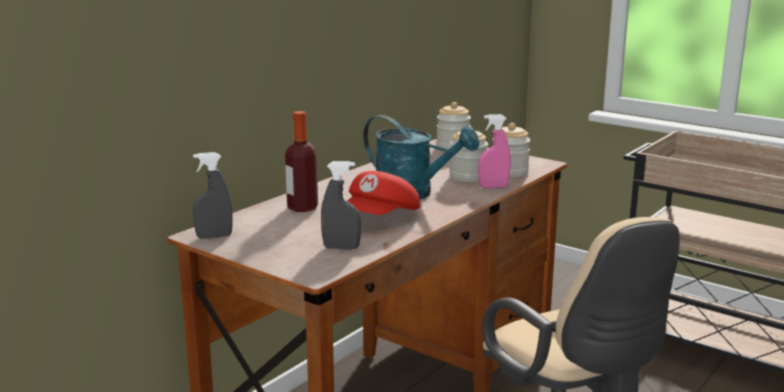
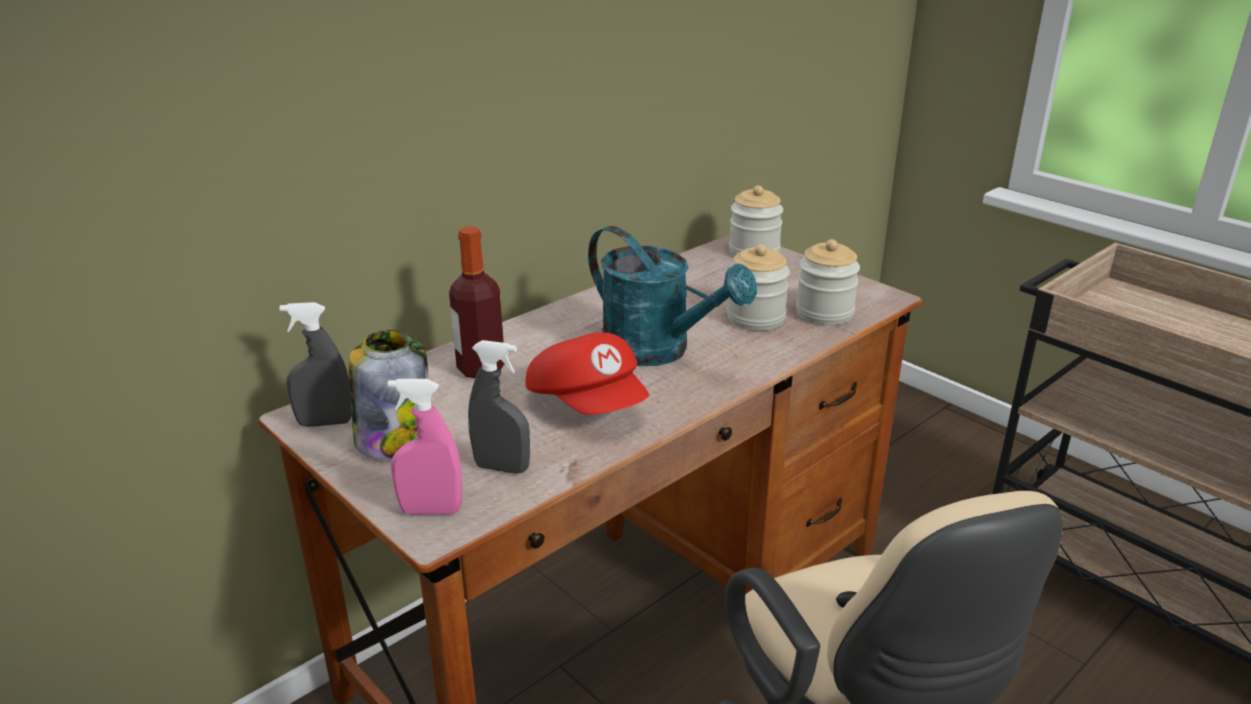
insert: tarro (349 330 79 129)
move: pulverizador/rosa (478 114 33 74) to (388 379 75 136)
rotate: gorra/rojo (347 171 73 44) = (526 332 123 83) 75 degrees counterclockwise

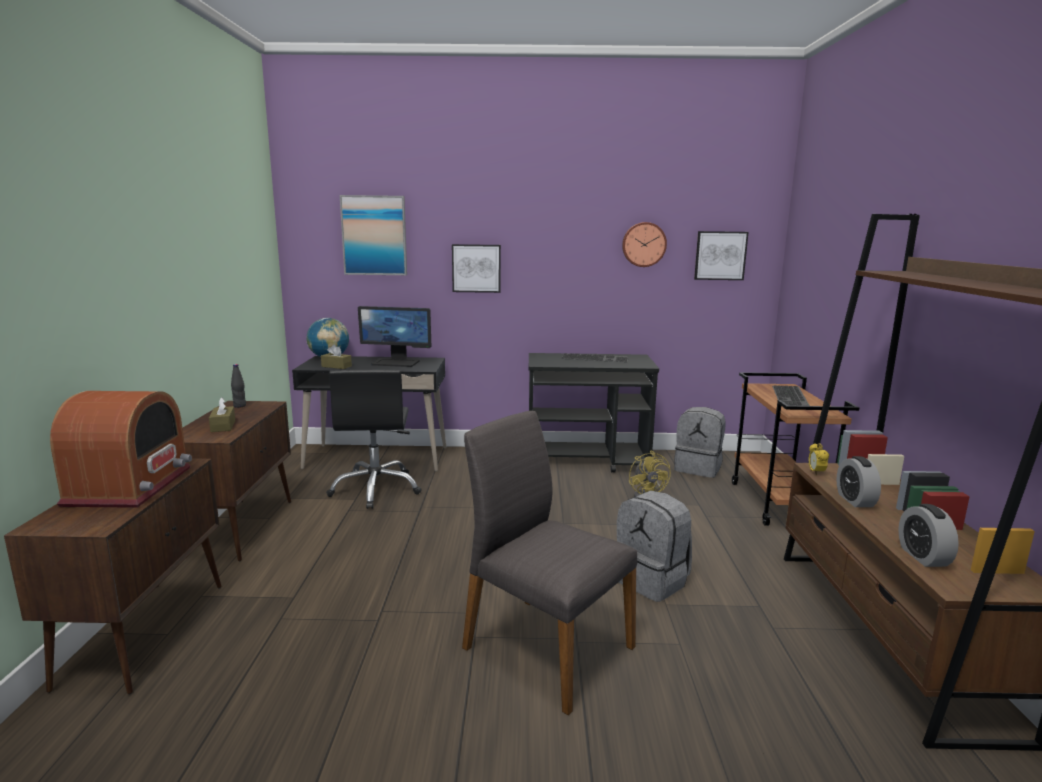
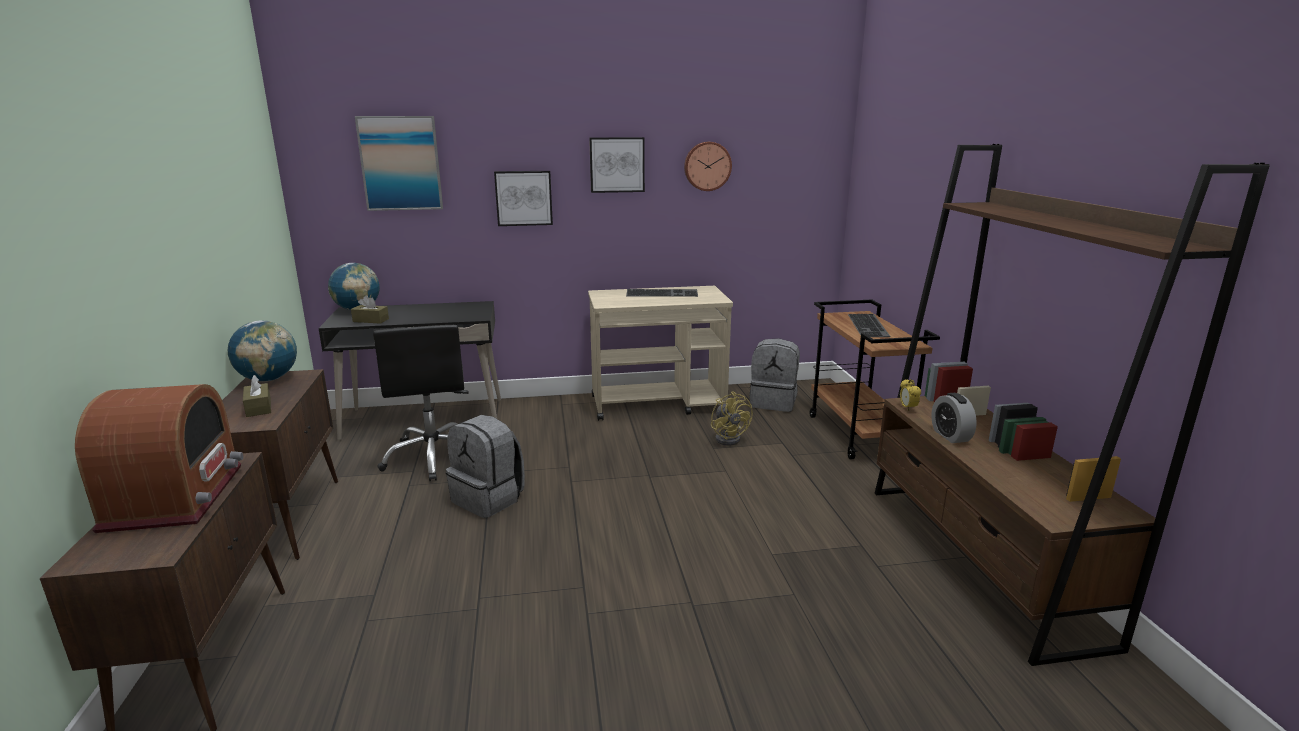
delete: monitor (358 306 73 61); silla/gris (462 411 175 304); despertador (898 504 61 63)
move: mochila/gris (617 490 75 112) to (446 415 79 103); cuadro (694 231 55 49) to (589 137 56 56)
replace: botella/negro (231 364 15 44) to globo terráqueo (228 321 69 61)
recolor: carrito/negro (529 353 130 120) to carrito/beis (588 286 145 135)

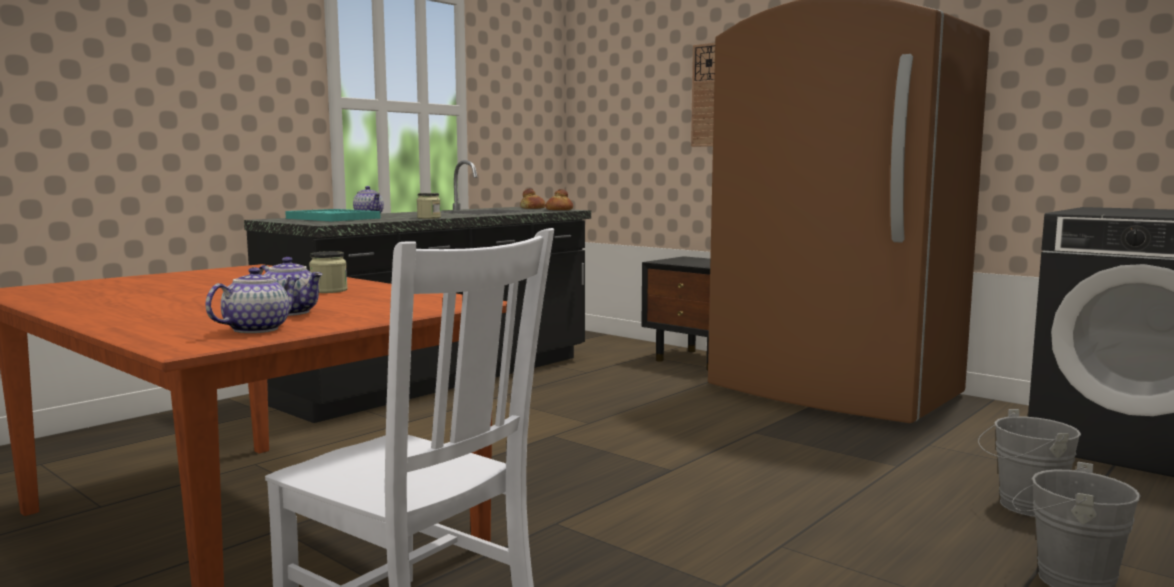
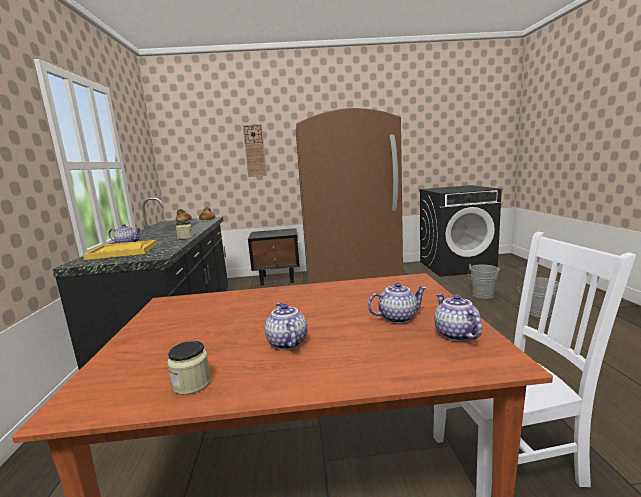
insert: tetera (265 302 42 48)
move: tarro (309 251 39 42) to (167 341 44 54)
recolor: bandeja/turquesa (285 209 95 13) to bandeja/amarillo (83 240 74 20)

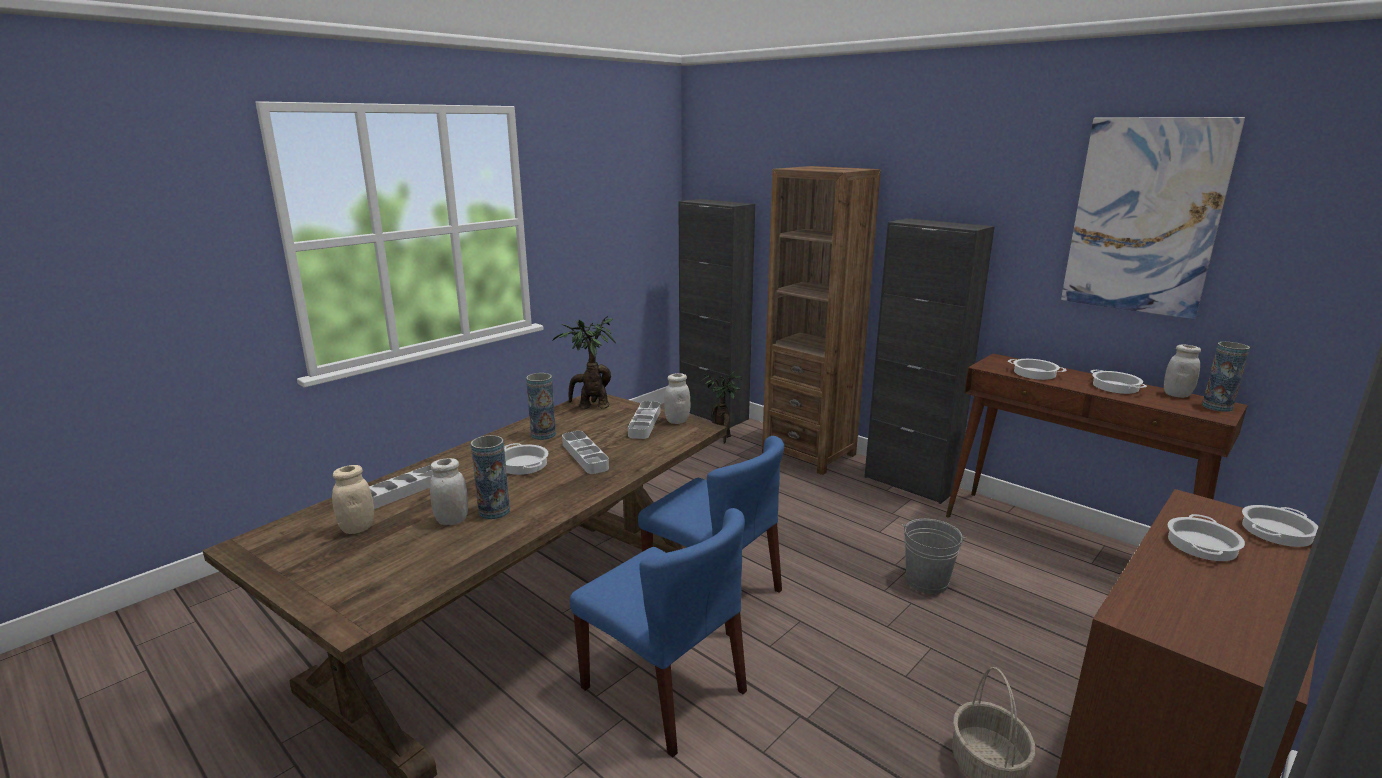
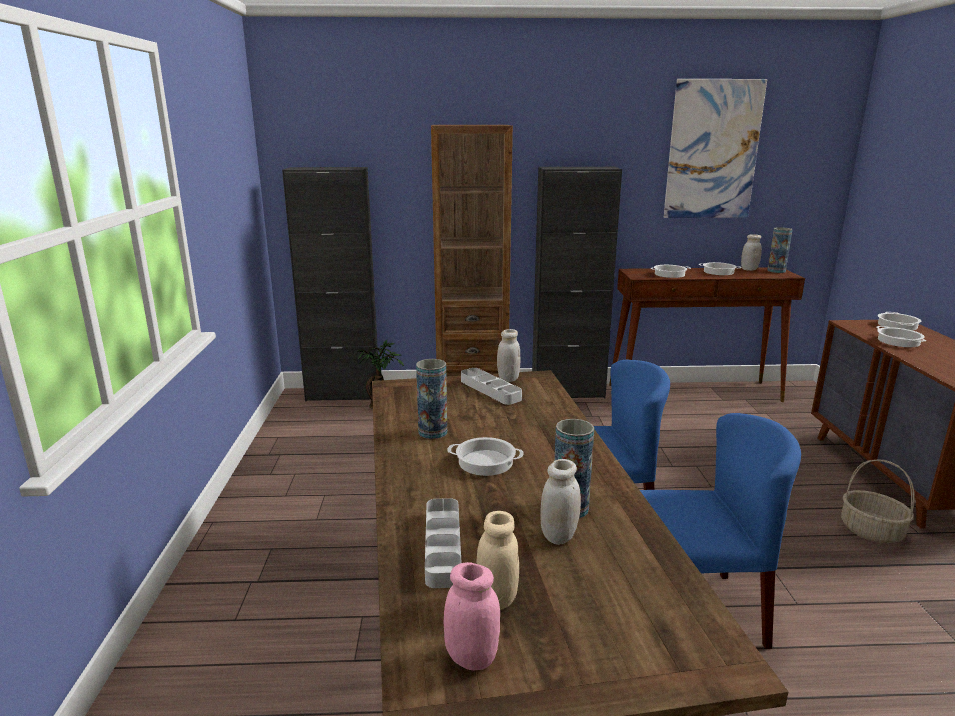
delete: planta en maceta (552 316 64 92); bandeja/gris (562 431 47 43); cubo/gris (902 519 65 75)
insert: tarro/rosa (444 562 56 108)

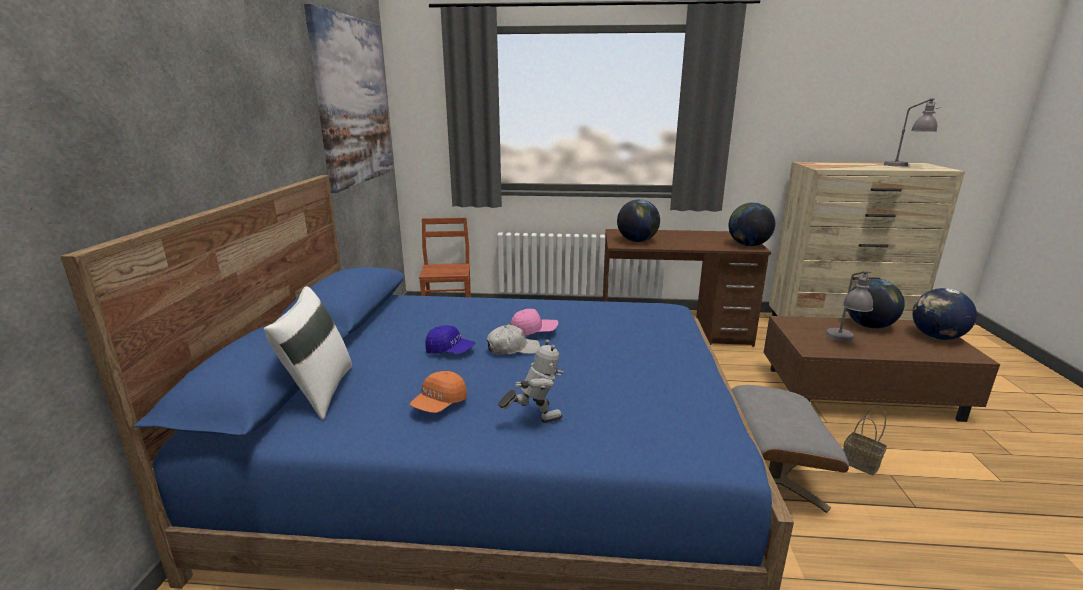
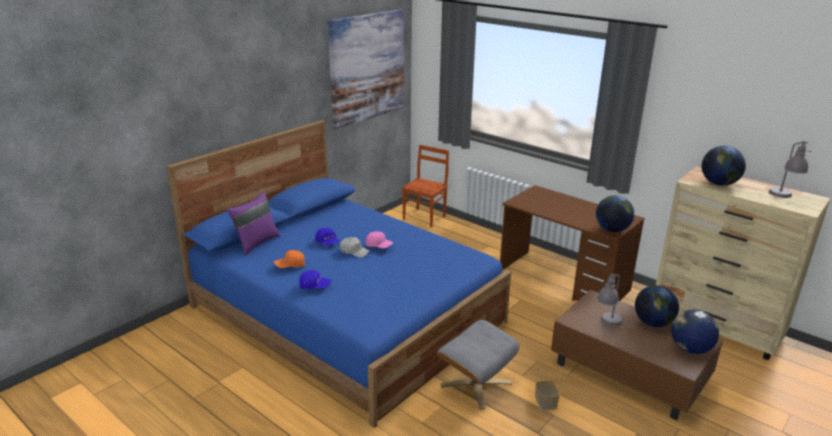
move: globo terráqueo (617 199 43 43) to (702 146 44 40)
replace: robot de juguete (498 339 66 84) to gorra/azul (299 270 32 19)
recolor: cojín/blanco (264 286 88 134) to cojín/morado (226 191 54 65)

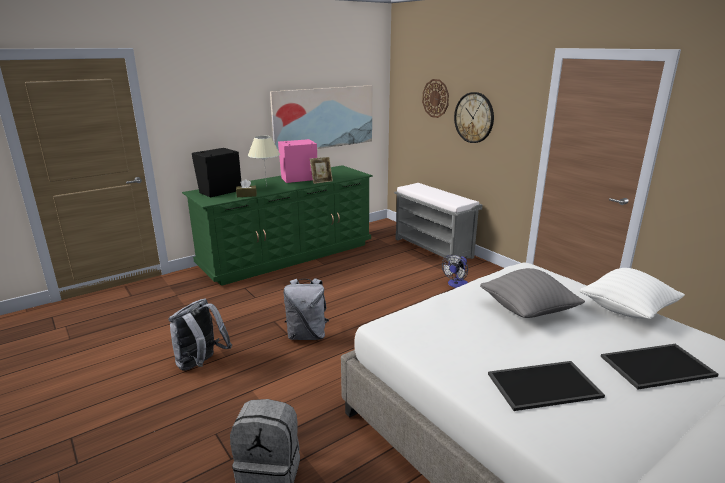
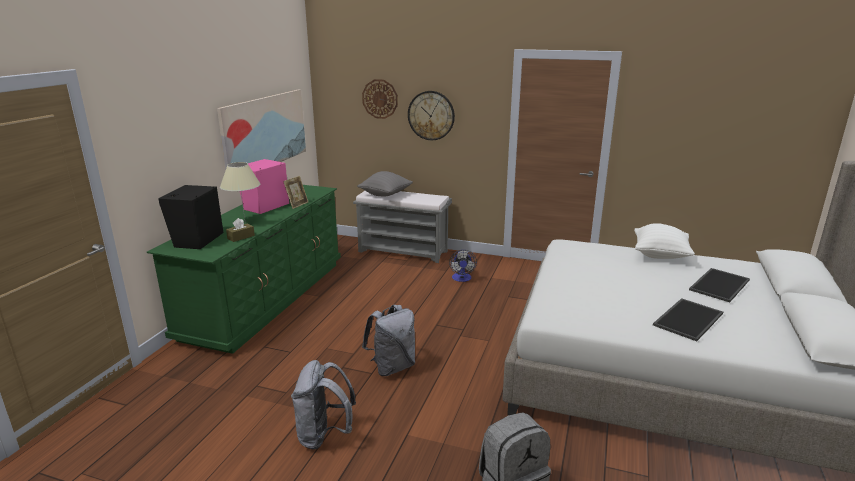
move: cojín/gris (480 268 105 50) to (357 171 56 25)

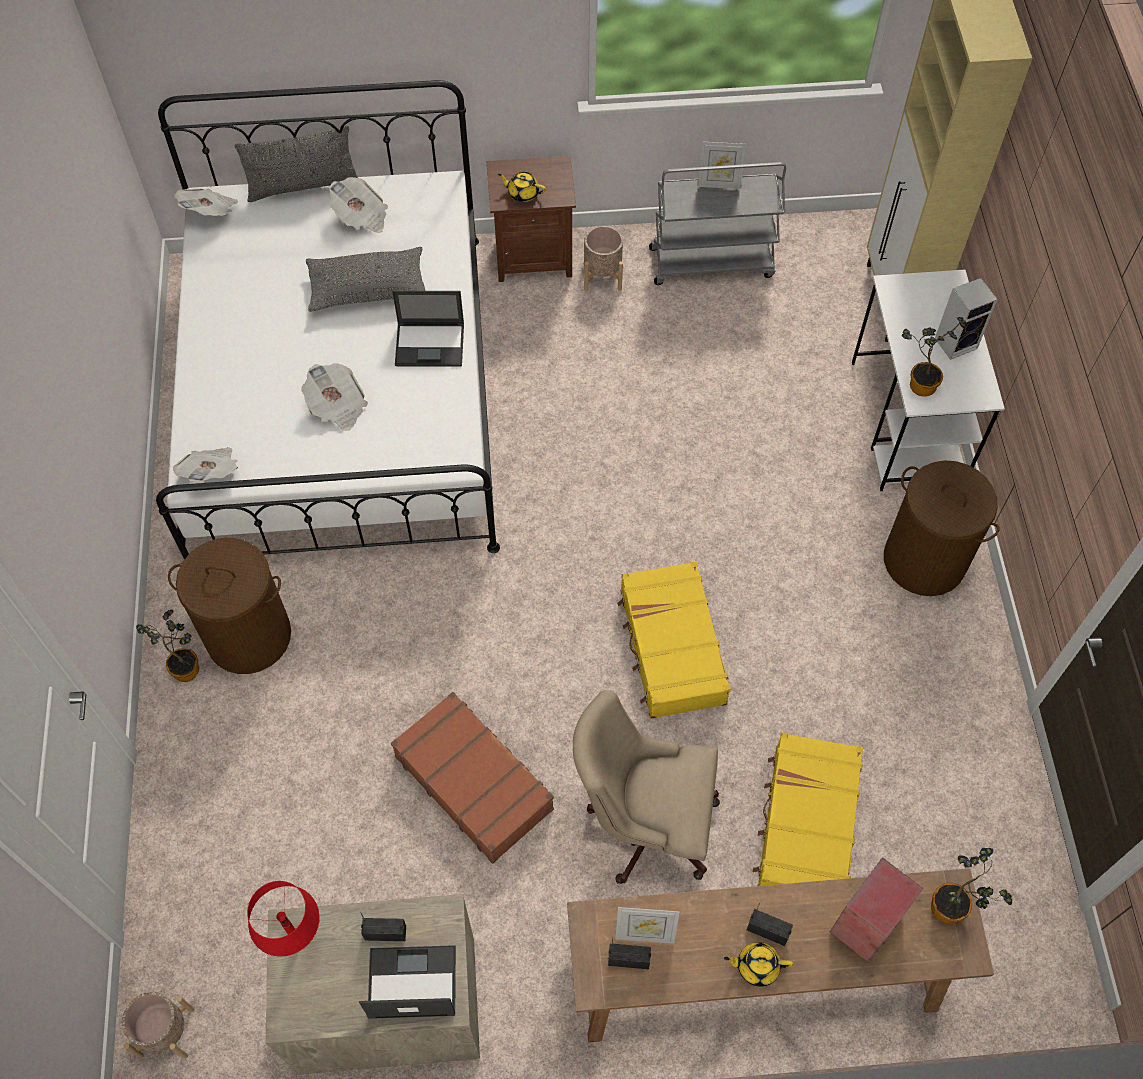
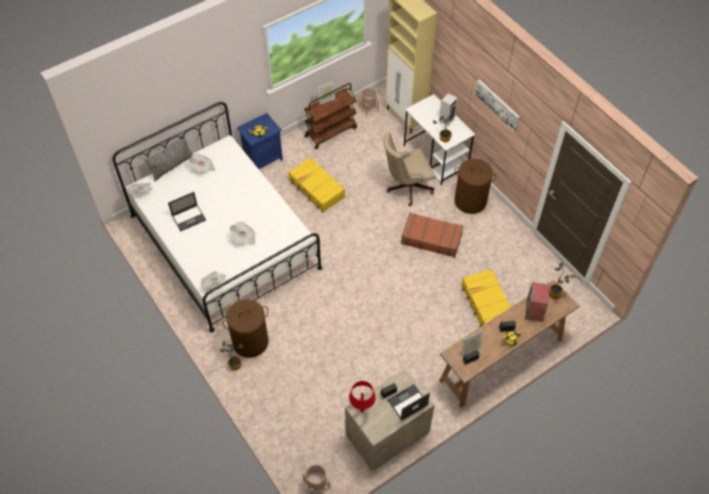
delete: cojín/gris (306 247 120 65)
insert: cuadro (475 79 45 53)
move: maleta/marrón (391 692 163 172) to (401 213 63 45); portátil (392 291 72 76) to (168 192 38 39); silla de oficina/beis (573 690 147 194) to (383 132 53 74); maceta/beis (584 226 39 65) to (359 88 20 28); maleta/amarillo (617 561 114 158) to (288 157 57 55)
recolor: mesita de noche/marrón (487 156 89 126) to mesita de noche/azul (237 113 46 56); carrito/gris (649 162 137 123) to carrito/marrón (304 83 53 66)

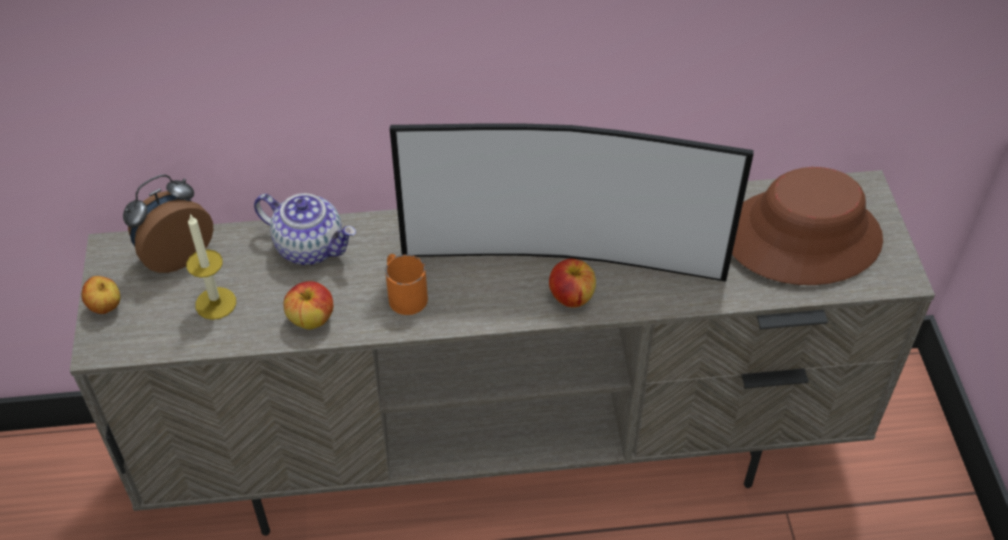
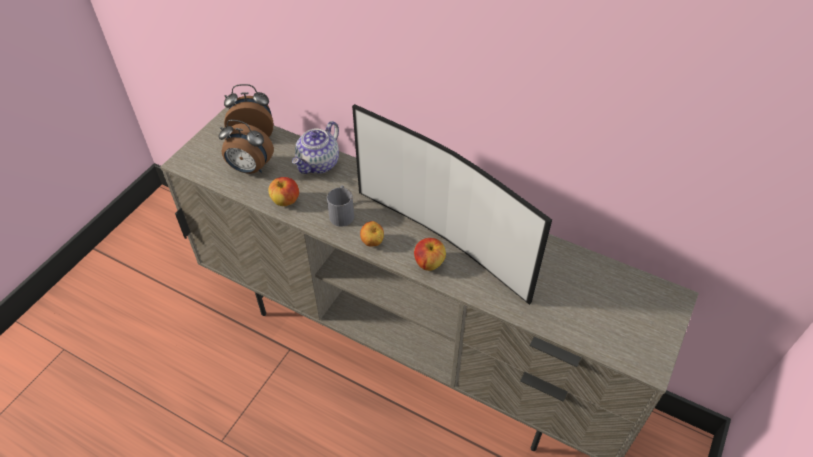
delete: sombrero/marrón (732 167 151 118)
move: manzana (82 276 38 38) to (360 221 24 26)
replace: vela (186 213 50 107) to despertador (219 120 55 54)
recolor: taza grande/naranja (385 254 43 61) to taza grande/gris (327 185 27 42)
rotate: tetera (254 193 102 72) = (292 121 47 53) 60 degrees clockwise

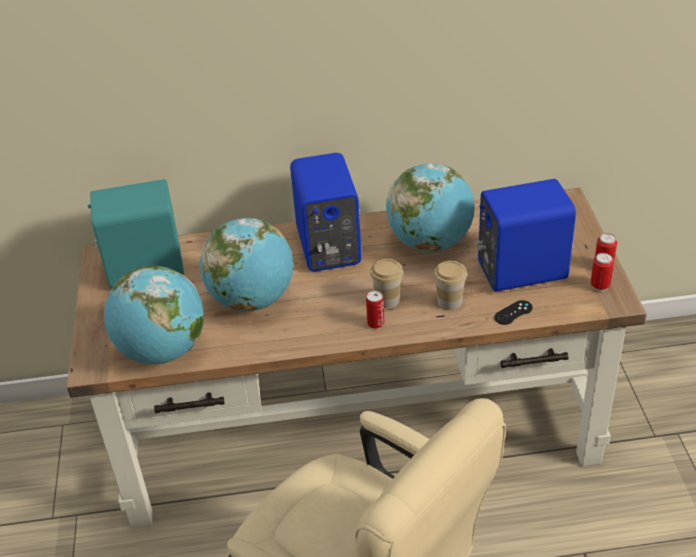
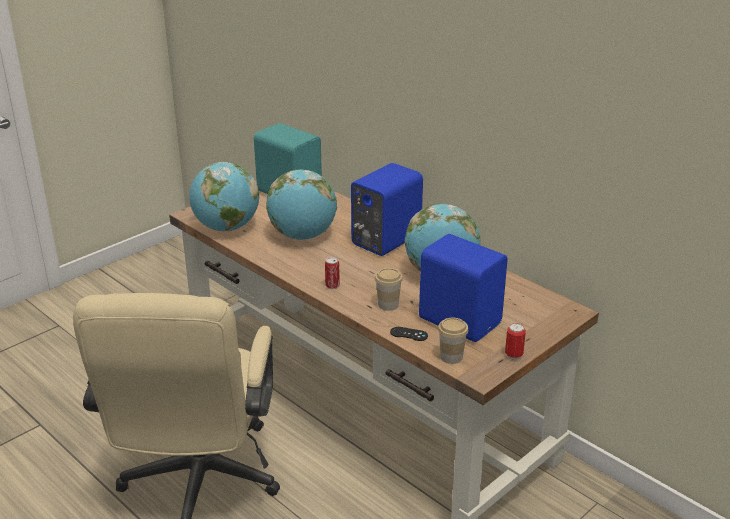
delete: lata (591 253 23 38)
move: taza (370 259 33 49) to (438 318 30 46)

